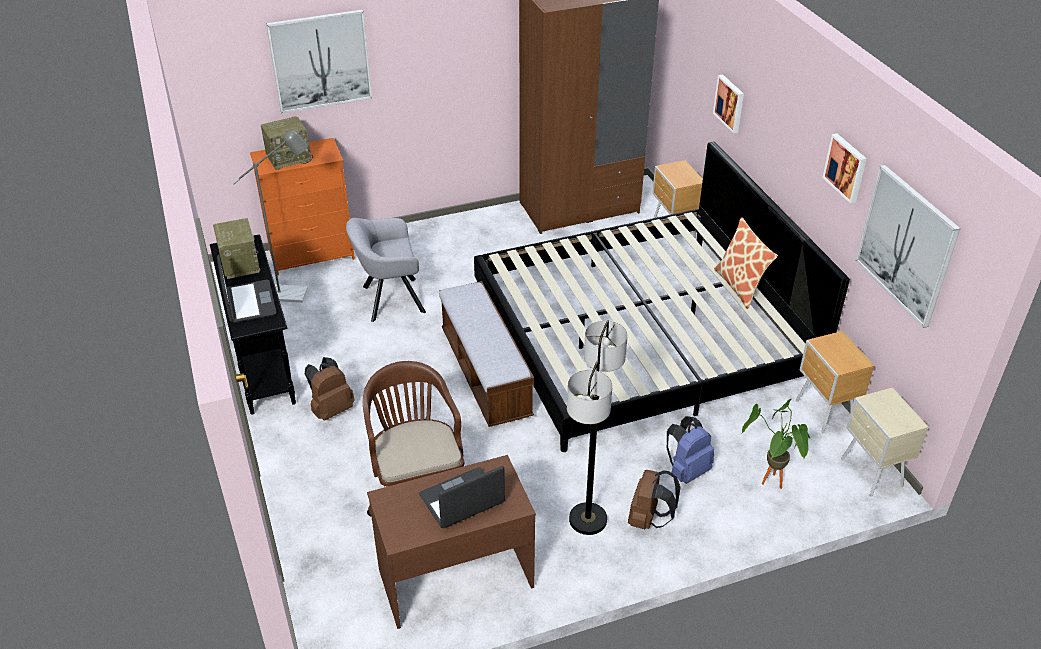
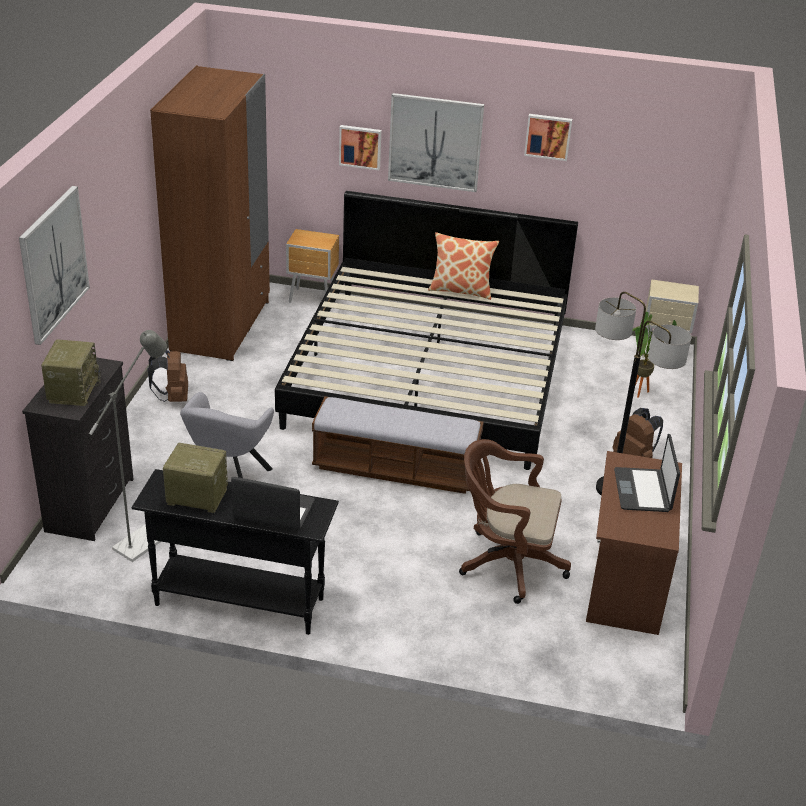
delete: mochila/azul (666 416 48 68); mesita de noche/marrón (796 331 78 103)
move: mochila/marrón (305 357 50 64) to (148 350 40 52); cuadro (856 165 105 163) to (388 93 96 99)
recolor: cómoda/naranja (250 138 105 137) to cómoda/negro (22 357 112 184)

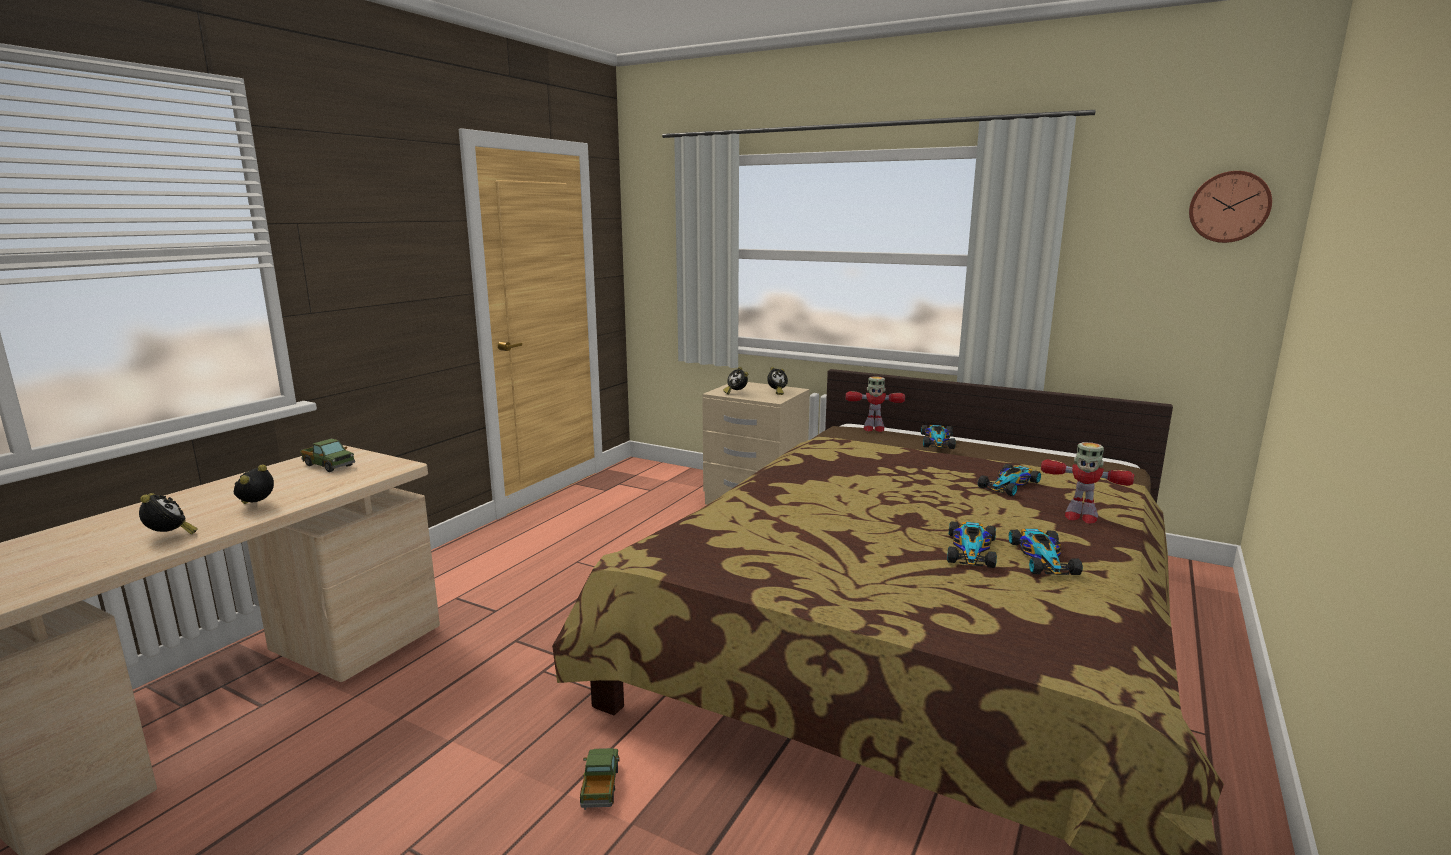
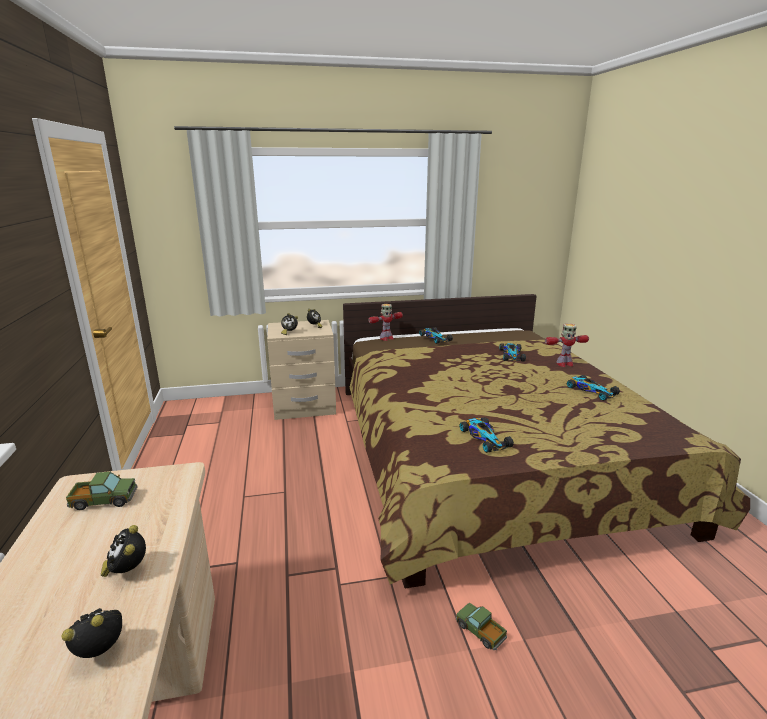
delete: reloj de pared (1189 171 83 72)
move: coche de juguete (947 521 50 47) to (459 417 55 36)
rotate: despertador (139 493 59 42) = (62 608 60 50) 45 degrees counterclockwise

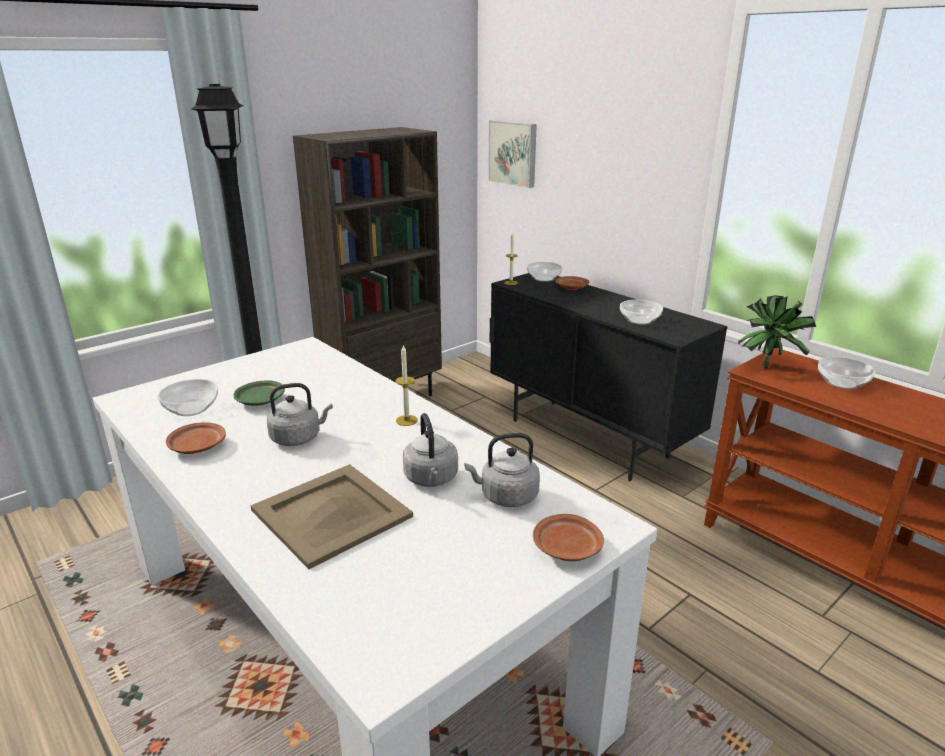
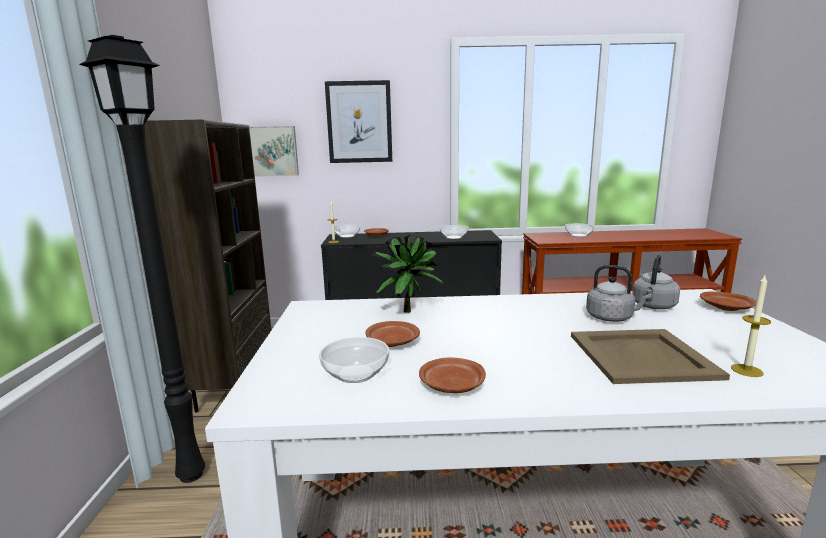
delete: hervidor/gris (267 383 66 63)
insert: cuadro (325 80 67 83)
move: vela (395 344 23 82) to (731 275 40 102); planta en maceta (738 295 78 74) to (372 235 72 78)
recolor: plato/verde (234 380 51 26) to plato/marrón (365 321 55 26)

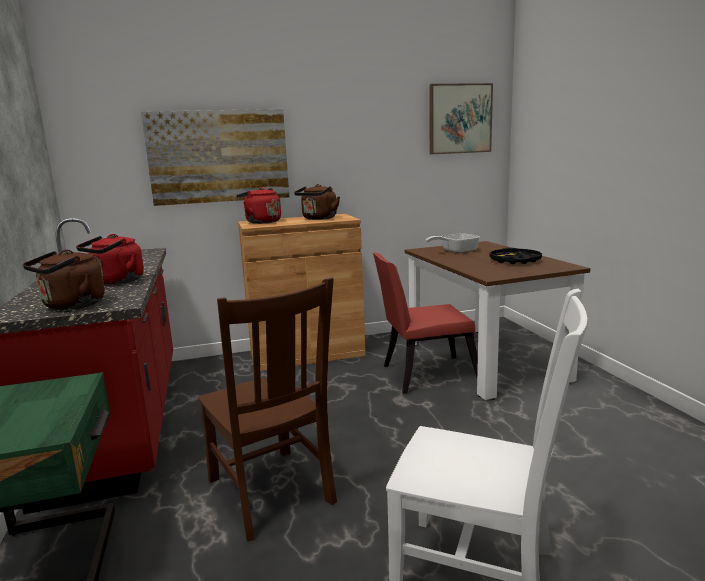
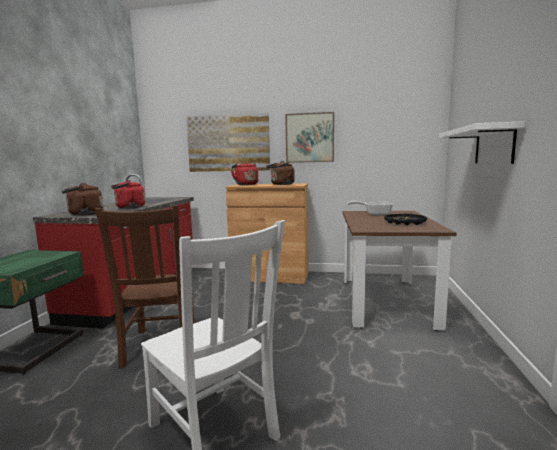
delete: silla/rojo (373 253 105 141)
insert: estante/blanco (439 121 86 43)
move: cuadro (429 83 64 71) to (285 112 49 51)

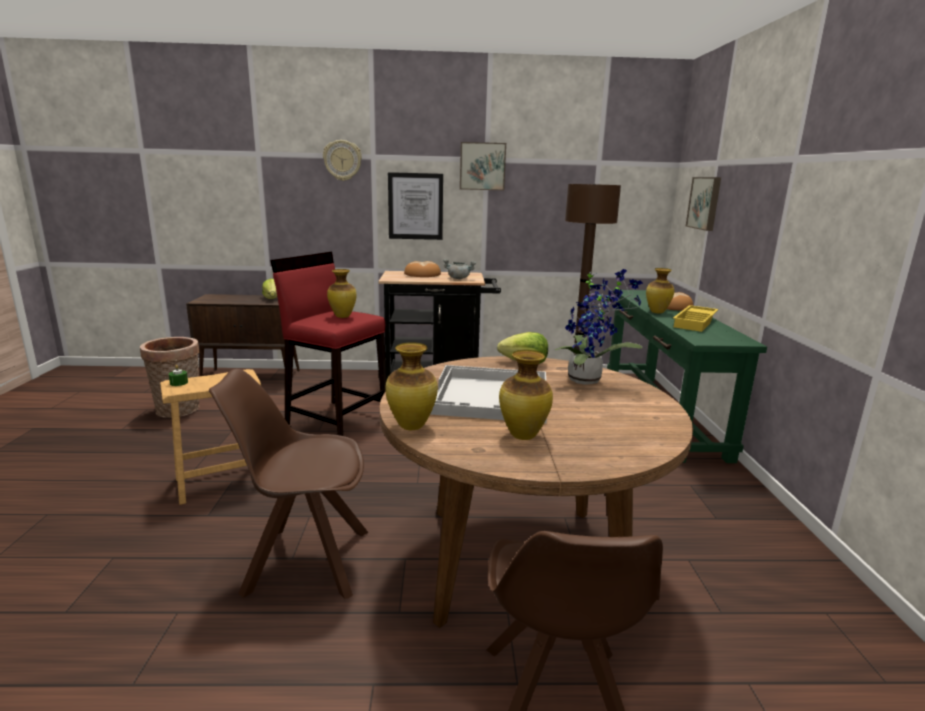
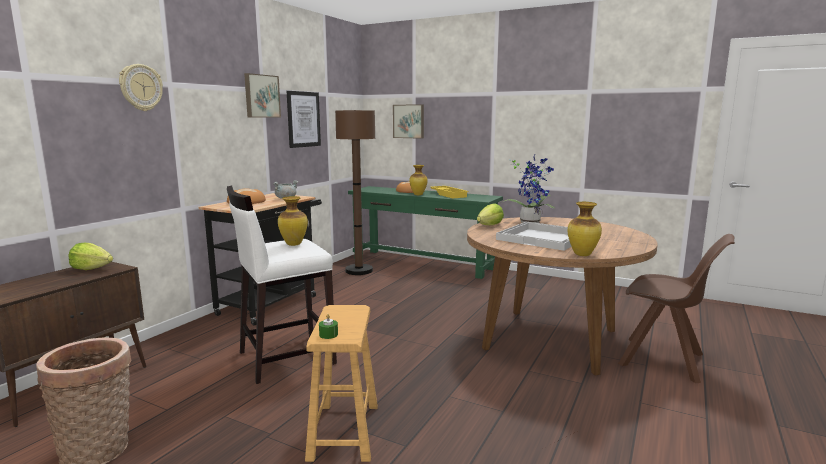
delete: silla/marrón (209 369 160 230); florero (499 350 54 90)
move: cuadro (388 172 55 68) to (287 91 34 57)
recolor: taburete/rojo (270 252 116 184) to taburete/blanco (227 185 110 199)

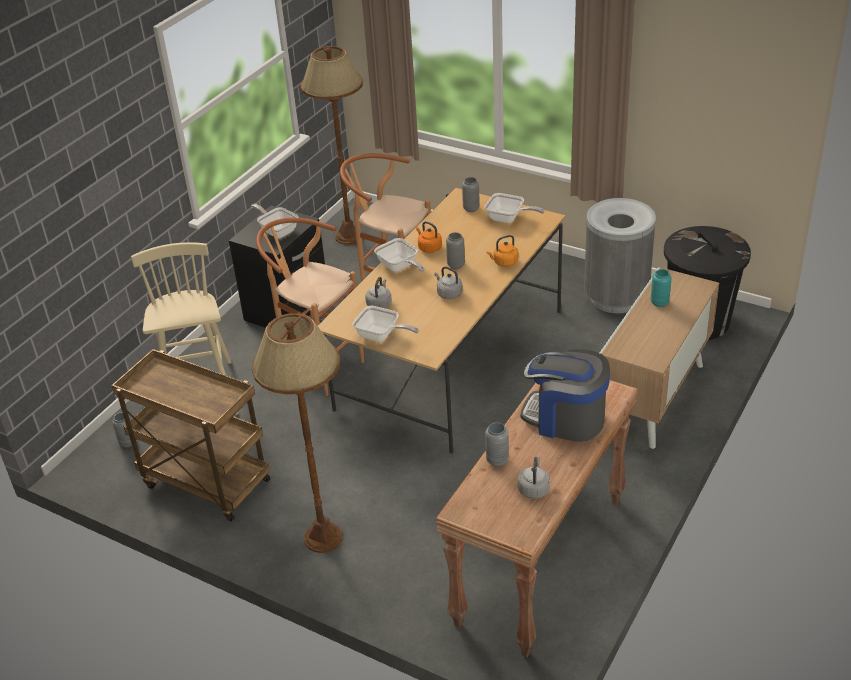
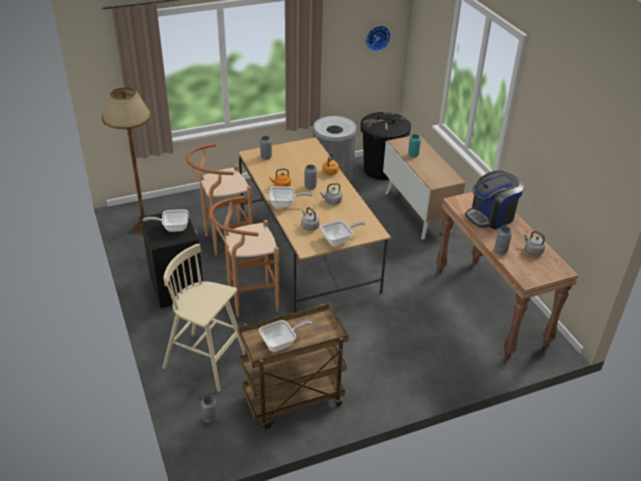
delete: lámpara de pie/marrón (252 313 91 240)
insert: reloj de pared (366 25 25 27)
move: sartén (484 193 61 30) to (259 320 53 32)

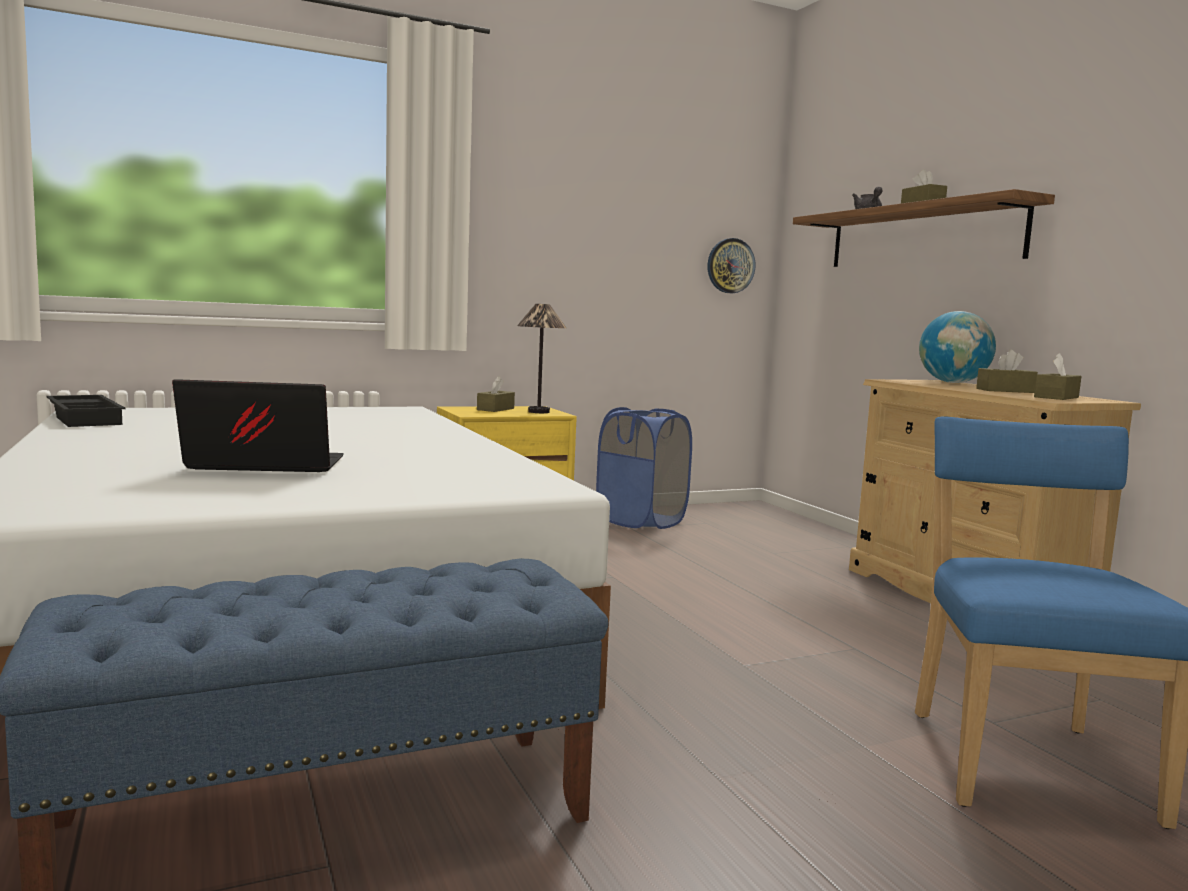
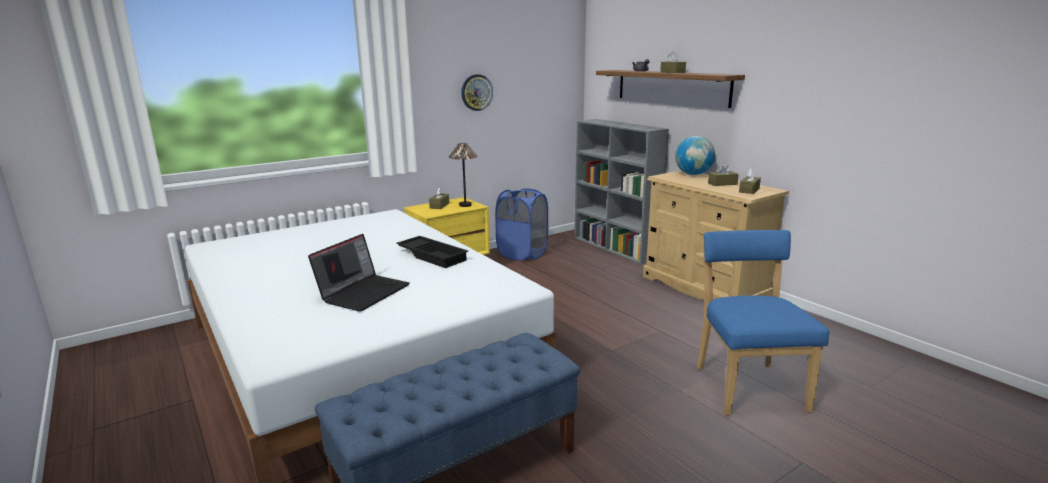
insert: estantería/gris (574 119 95 145)
move: bandeja/negro (46 395 79 32) to (396 236 72 32); reloj de pared (707 238 48 55) to (461 74 32 37)
rotate: portátil (172 379 172 93) = (308 234 102 78) 135 degrees clockwise

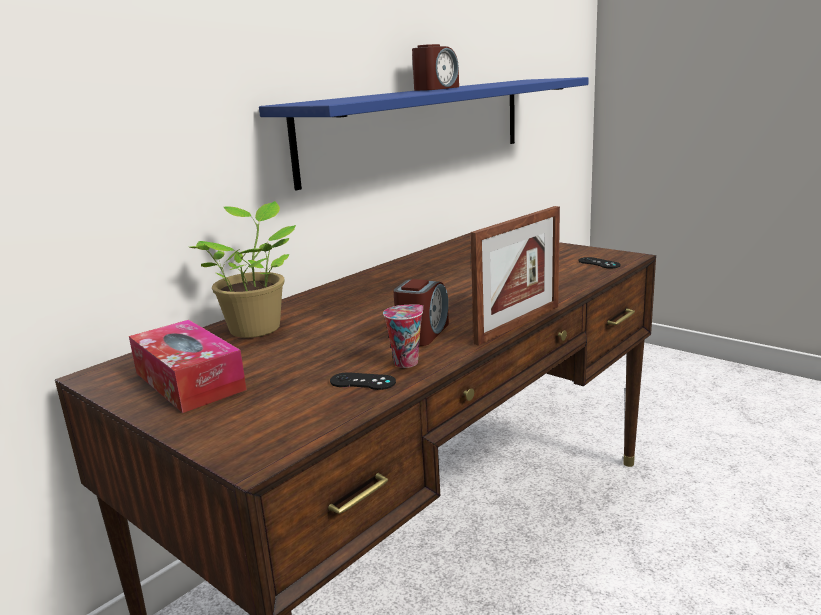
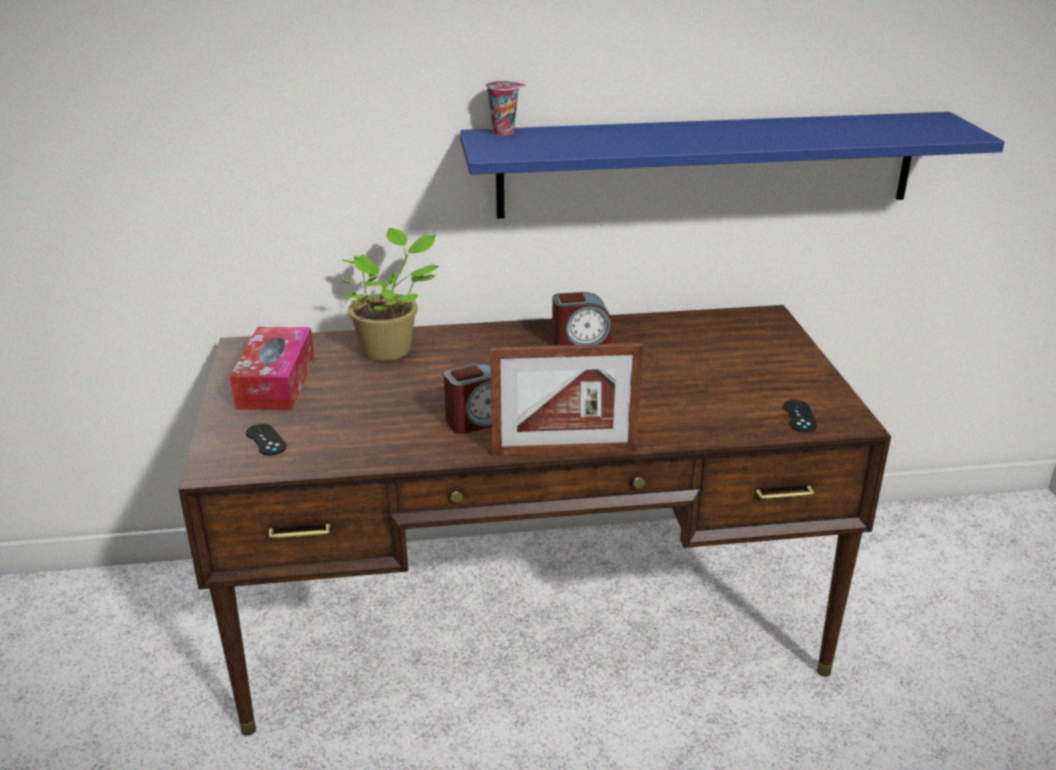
move: mando de consola/negro (330 372 66 18) to (246 424 41 31); taza (383 304 40 64) to (486 81 40 55); despertador (412 44 47 47) to (552 292 60 54)

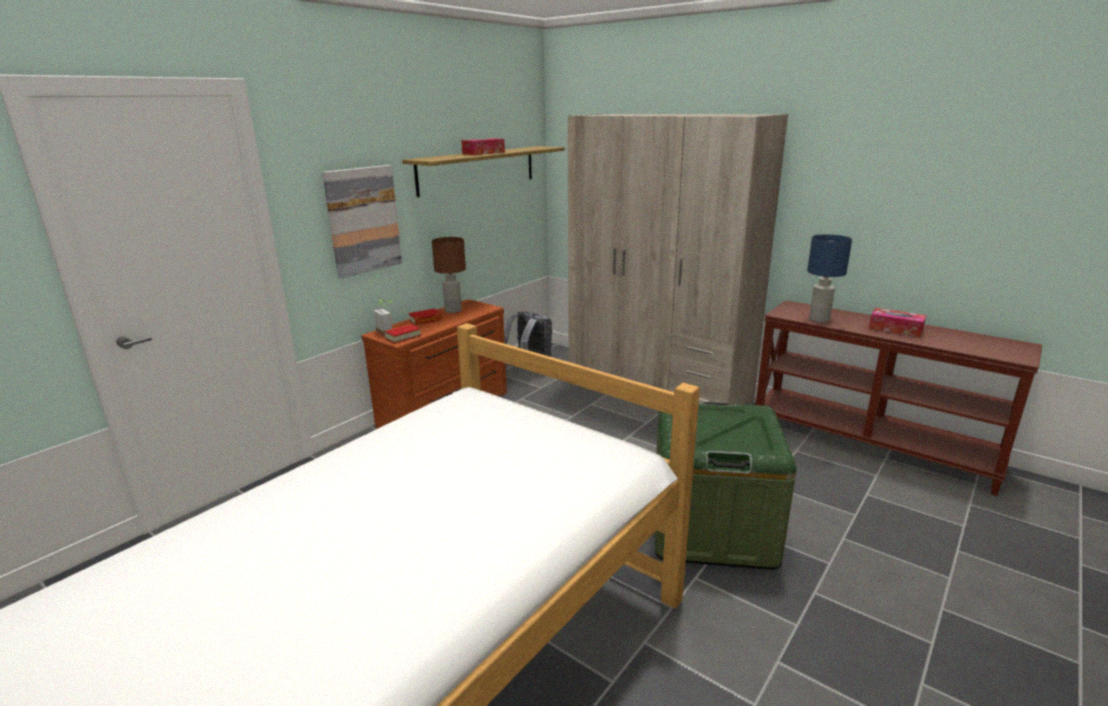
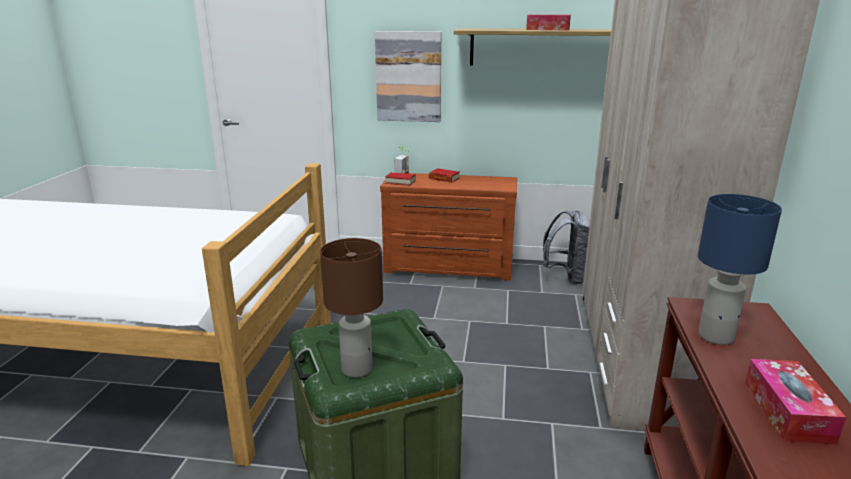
move: lámpara de mesa/marrón (432 237 34 76) to (320 238 63 140)

